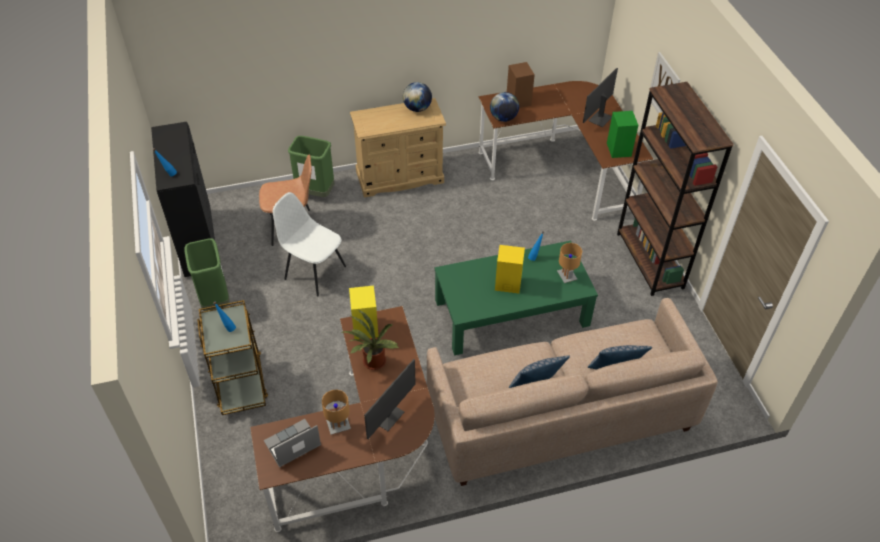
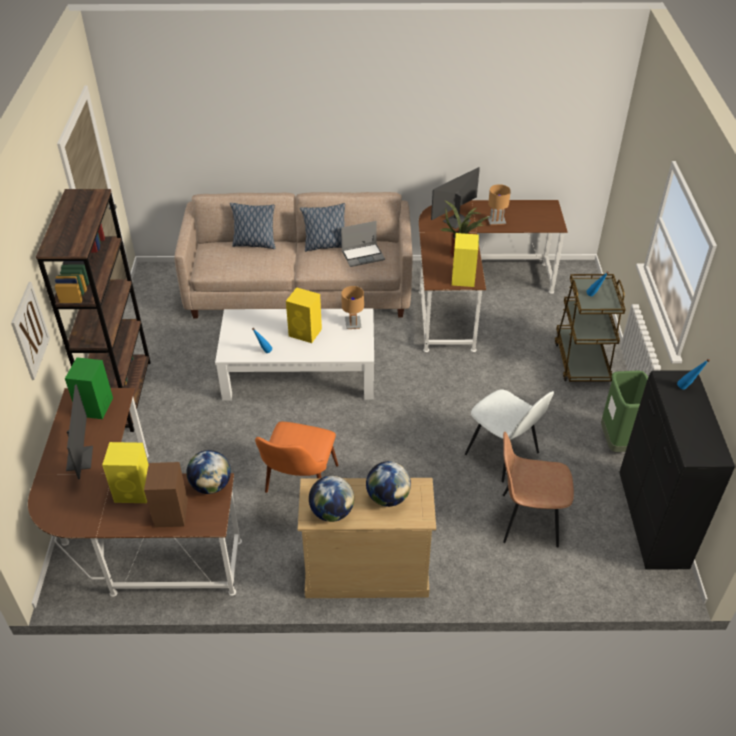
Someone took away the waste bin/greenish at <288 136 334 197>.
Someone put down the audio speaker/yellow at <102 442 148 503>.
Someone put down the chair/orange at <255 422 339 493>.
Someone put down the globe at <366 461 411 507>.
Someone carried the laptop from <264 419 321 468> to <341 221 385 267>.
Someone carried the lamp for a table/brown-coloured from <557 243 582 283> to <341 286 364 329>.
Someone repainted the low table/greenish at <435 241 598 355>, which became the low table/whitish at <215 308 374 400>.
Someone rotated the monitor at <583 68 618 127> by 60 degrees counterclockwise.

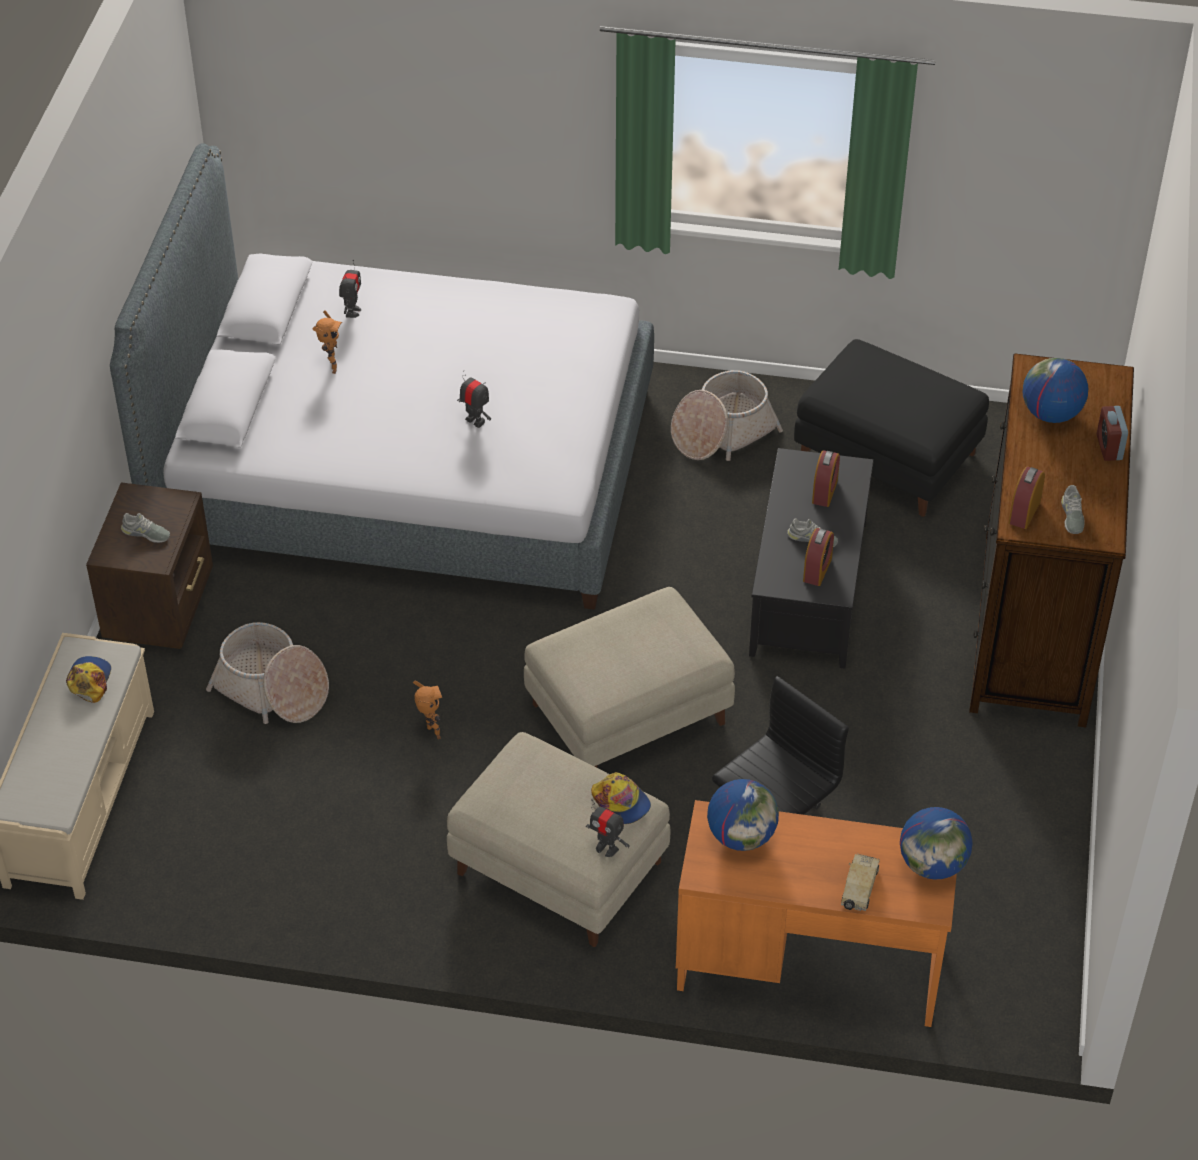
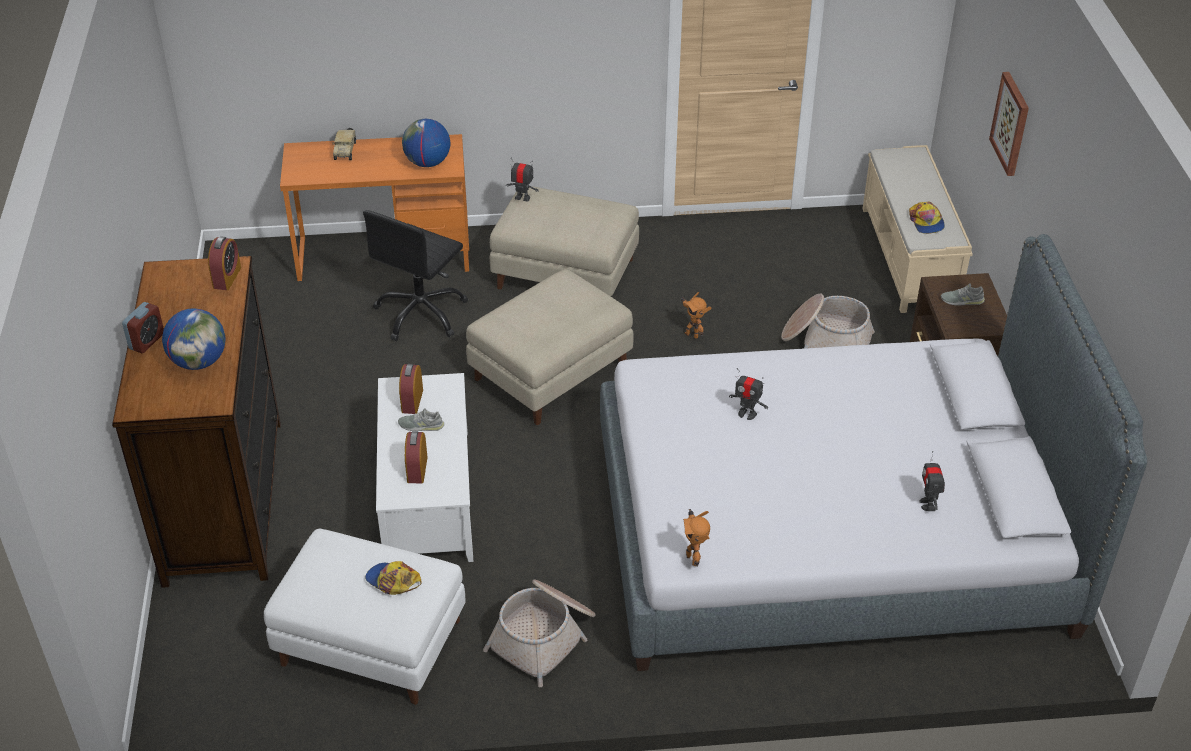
Someone took away the globe at <900 807 973 880>.
Someone took away the low shoe/greyish at <1061 485 1085 534>.
Someone put up the wall art at <989 72 1029 176>.
Someone carried the model robot from <313 310 342 374> to <683 509 710 566>.
Someone carried the baseball cap from <591 772 651 824> to <365 561 422 595>.
Someone repainted the low table/blackish at <749 448 874 669>, which became the low table/whitish at <376 373 473 562>.
Someone repainted the footrest/blackish at <794 339 989 517>, which became the footrest/whitish at <264 529 465 705>.
Someone rotated the alarm clock at <1097 406 1128 461> by 45 degrees clockwise.

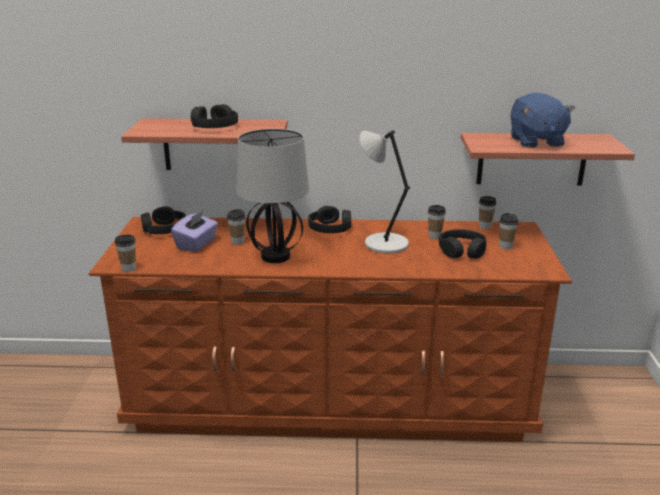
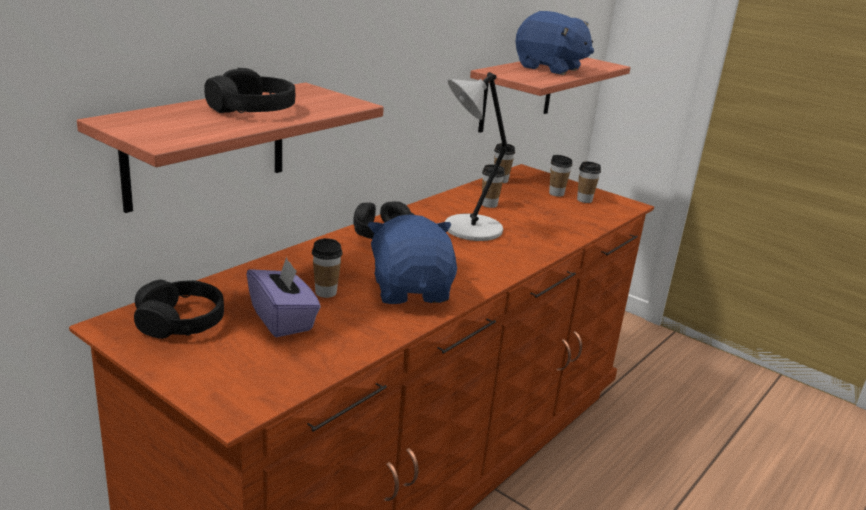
Someone took away the headphones/blackish at <439 229 486 259>.
Someone carried the drinking cup from <115 234 136 272> to <577 162 601 203>.
Someone swapped the lamp for a table at <237 129 309 263> for the plush toy/blue-coloured at <368 214 457 304>.

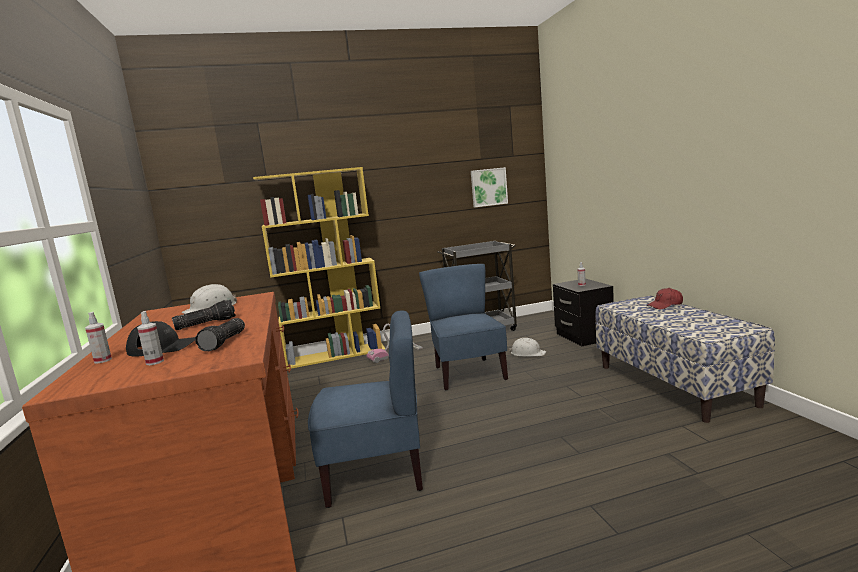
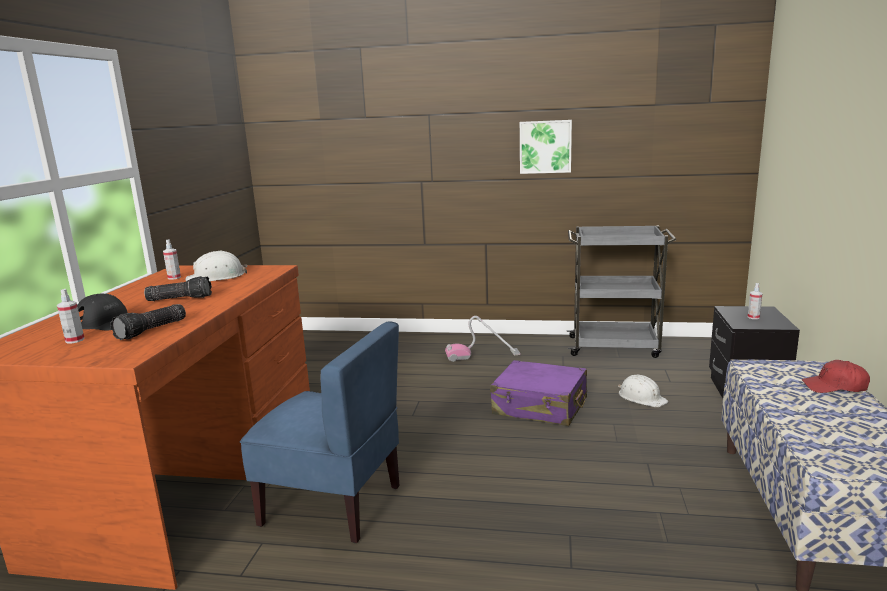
Someone took away the bookcase/yellow at <253 167 385 369>.
Someone carried the spray bottle from <85 312 112 363> to <163 239 181 280>.
Someone carried the wall art from <471 167 508 207> to <520 120 572 174>.
Someone swapped the chair/blue-coloured at <419 264 508 390> for the travel case/purplish at <490 360 587 426>.

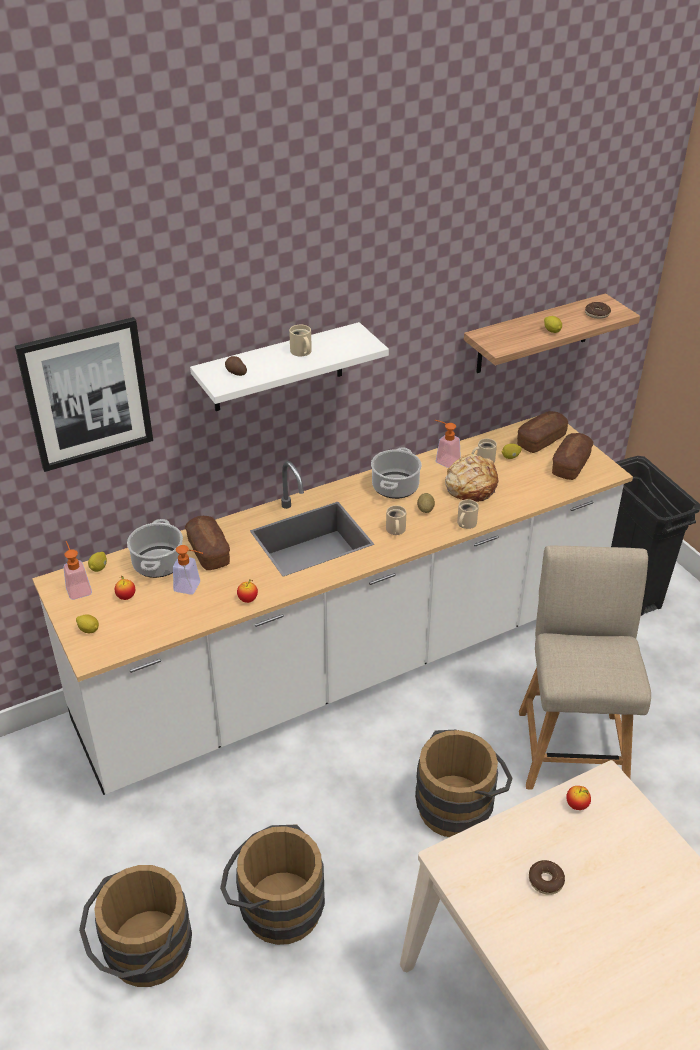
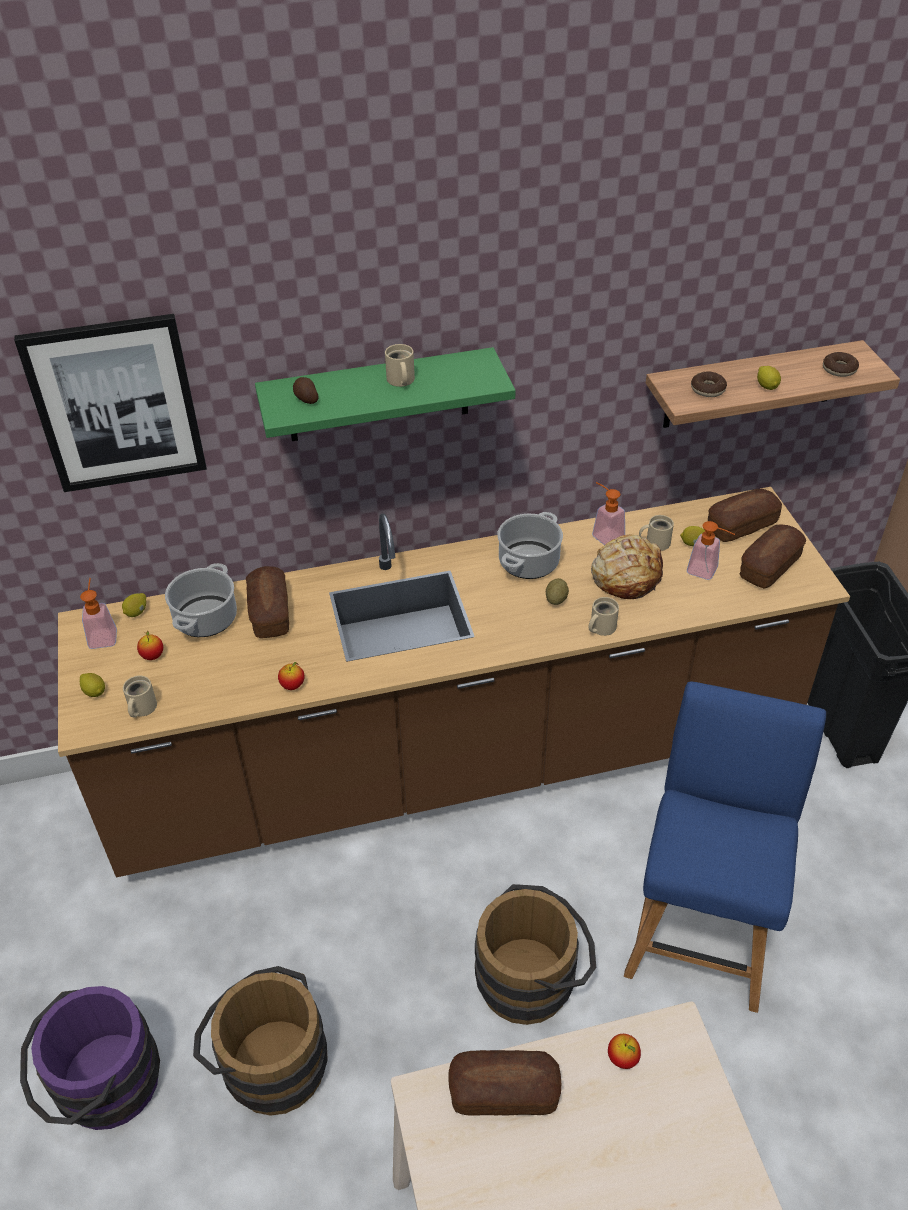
Someone put down the baked bread at <448 1050 561 1116>.
Someone carried the soap dispenser from <173 545 203 595> to <687 521 735 580>.
Someone carried the mug/beige-coloured from <386 505 406 535> to <123 676 157 717>.
Someone carried the donut from <529 860 565 895> to <691 372 727 397>.
Someone repainted the counter/whitish at <32 416 633 795>, which became the counter/brown-coloured at <58 487 850 877>.
Someone repainted the water bucket/brown-coloured at <79 865 192 987>, which became the water bucket/purplish at <20 986 160 1130>.
Someone repainted the bracket shelf/whitish at <190 322 389 411>, which became the bracket shelf/greenish at <255 347 516 441>.
Someone repainted the chair/beige-coloured at <519 546 651 790>, which became the chair/blue-coloured at <624 682 826 1013>.

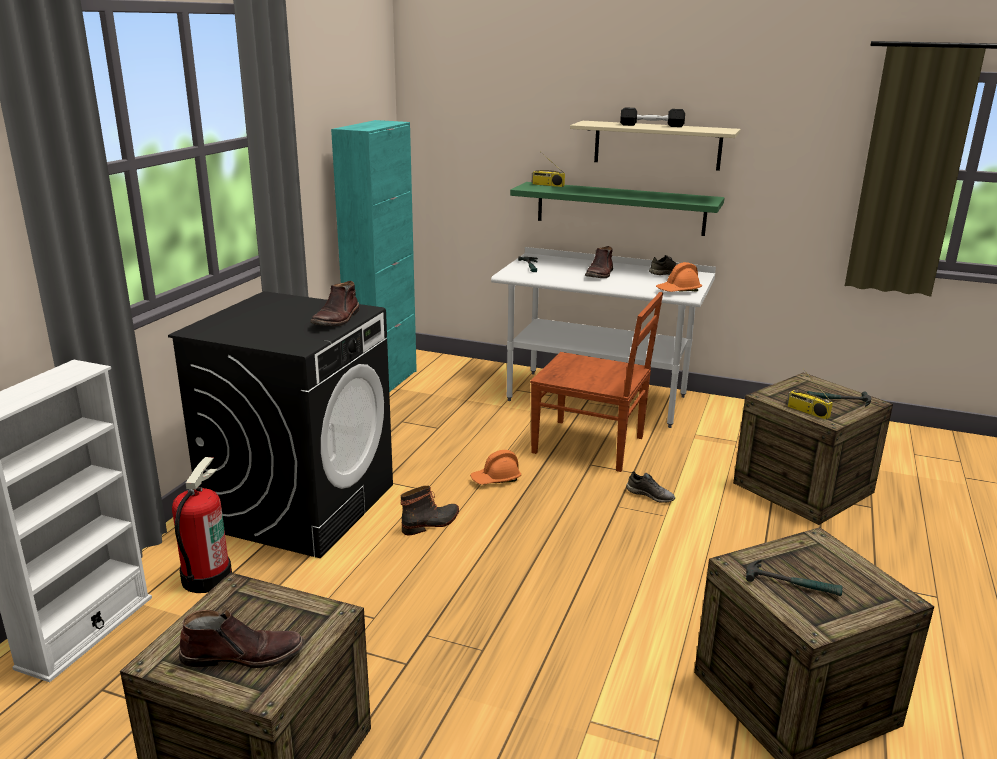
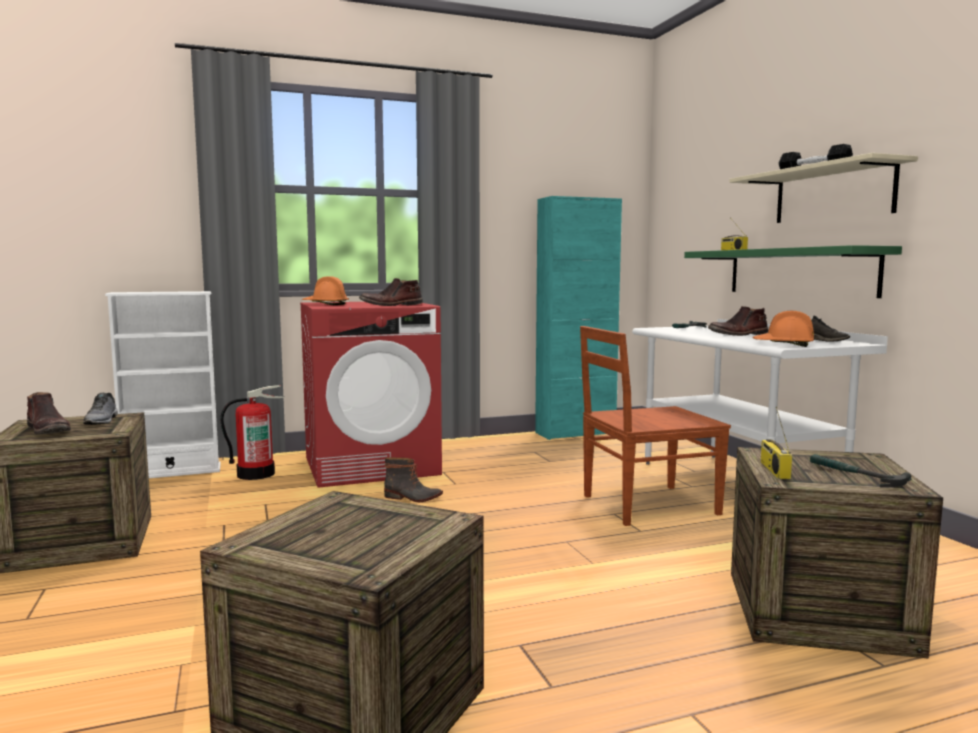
Someone took away the tool hammer at <746 559 842 596>.
Someone carried the hard hat/orange from <470 450 521 485> to <302 276 349 305>.
Someone carried the low shoe/greyish from <626 471 675 503> to <83 393 118 425>.
Someone repainted the laundry machine/blackish at <168 291 393 558>, which became the laundry machine/reddish at <300 302 442 488>.
Someone rotated the chair/brown-coloured at <530 292 663 472> by 90 degrees clockwise.

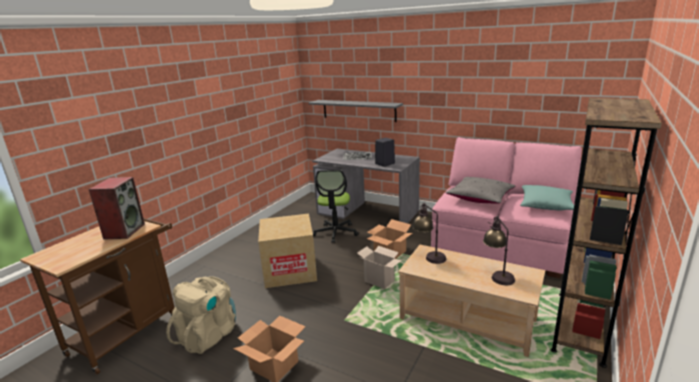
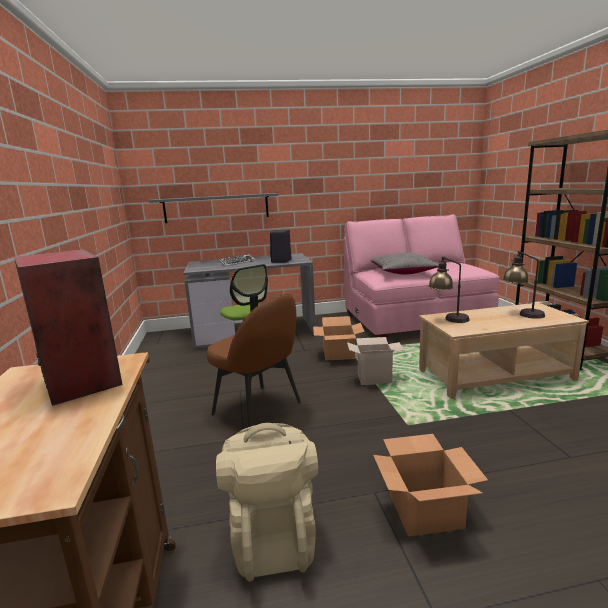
Someone took away the pillow/turquoise-coloured at <520 185 574 211>.
Someone swapped the carton at <258 214 317 288> for the chair/brown-coloured at <207 294 301 427>.

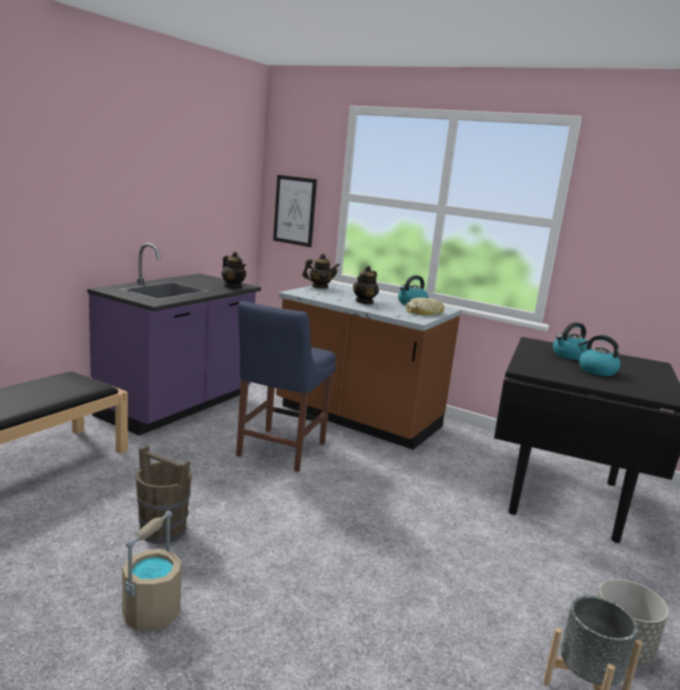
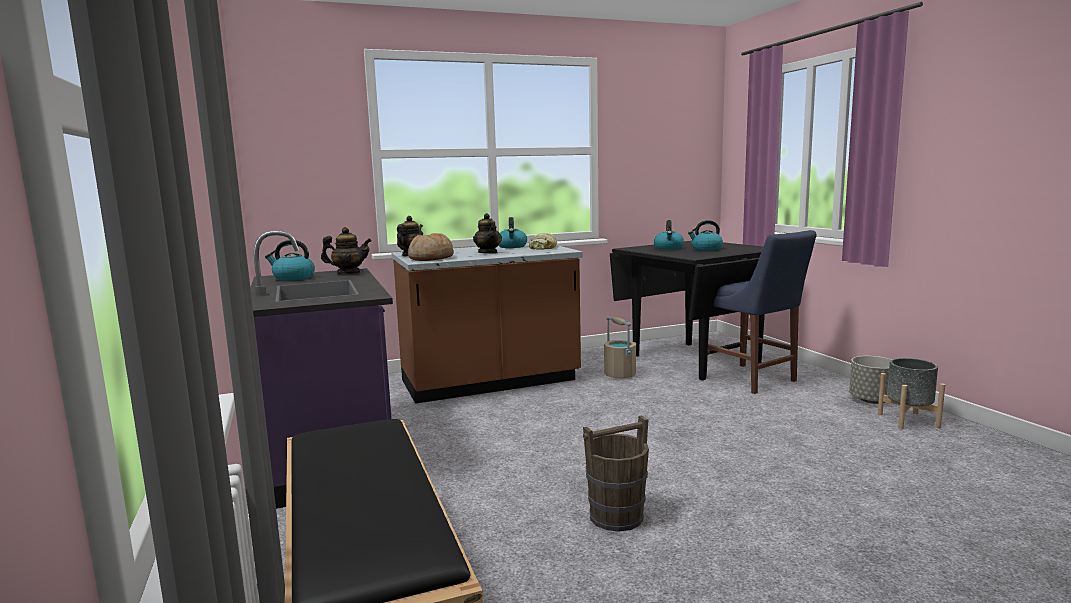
Someone took away the wall art at <273 175 317 247>.
Someone put down the water kettle at <265 240 315 281>.
Someone put down the baked bread at <408 233 454 261>.
Someone carried the water bucket/beige-coloured from <122 511 182 631> to <604 316 636 378>.
Someone carried the chair/blue-coloured from <236 301 336 472> to <706 230 816 394>.

